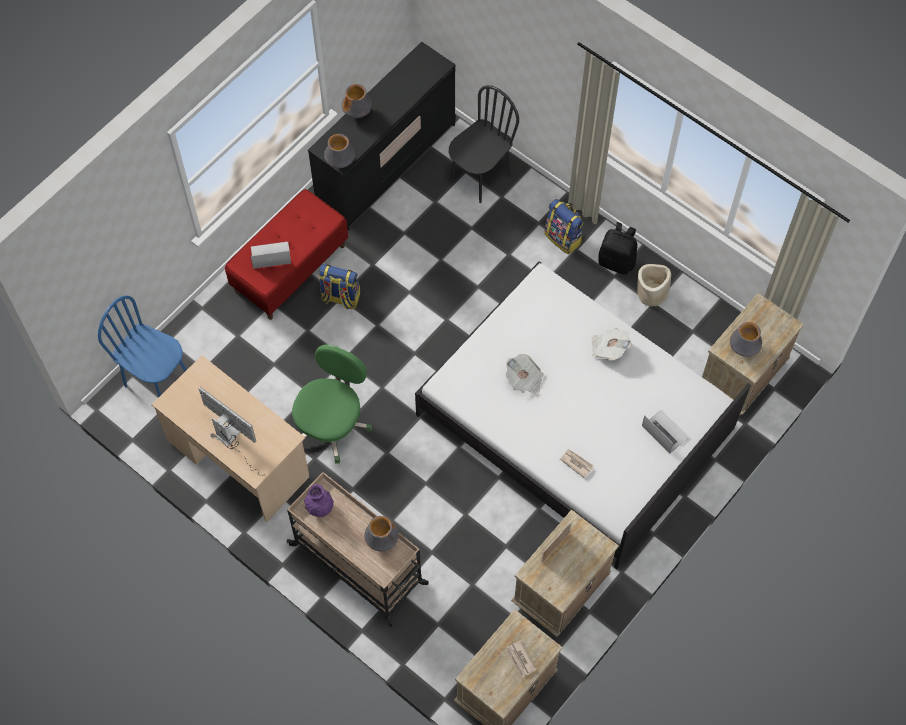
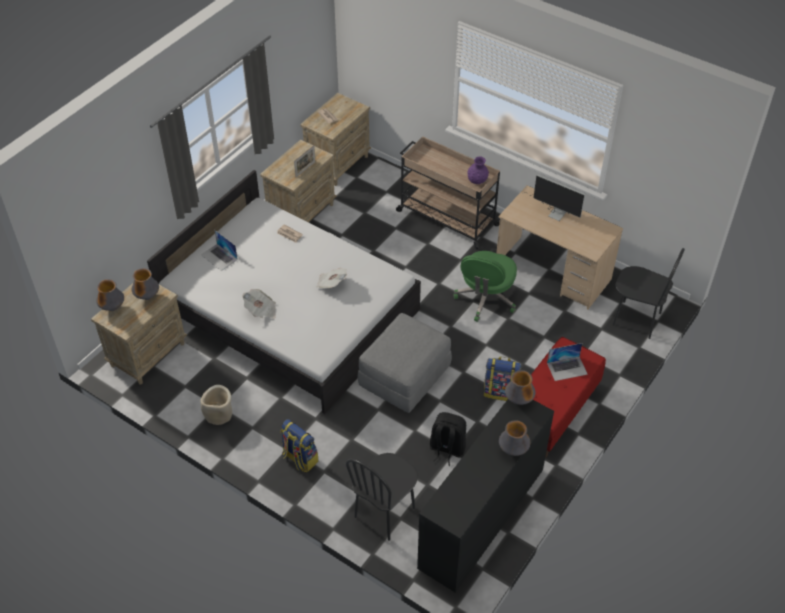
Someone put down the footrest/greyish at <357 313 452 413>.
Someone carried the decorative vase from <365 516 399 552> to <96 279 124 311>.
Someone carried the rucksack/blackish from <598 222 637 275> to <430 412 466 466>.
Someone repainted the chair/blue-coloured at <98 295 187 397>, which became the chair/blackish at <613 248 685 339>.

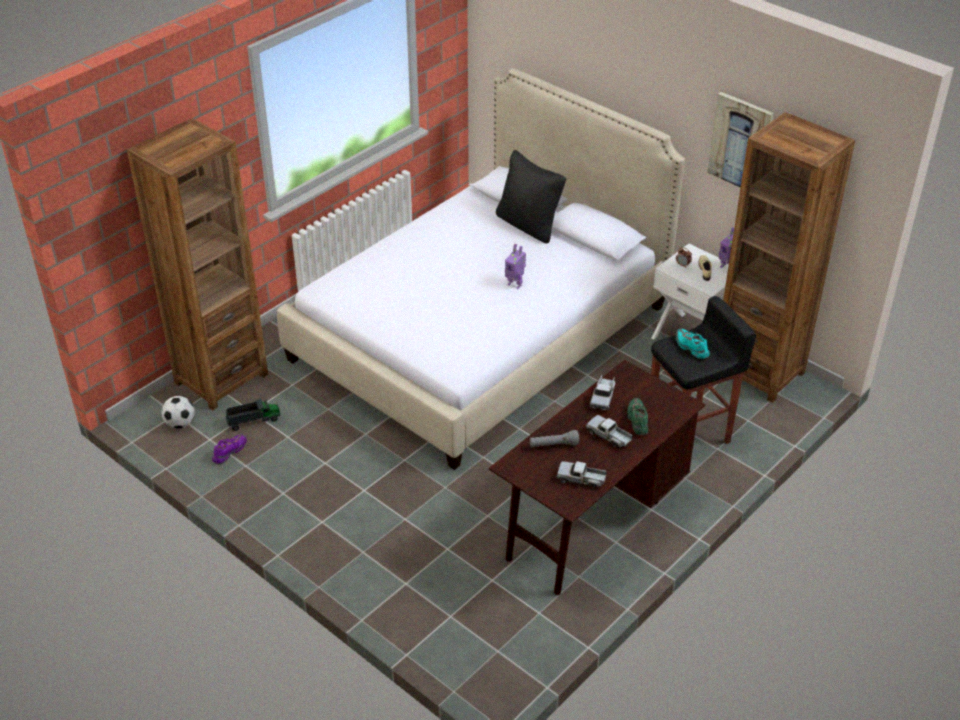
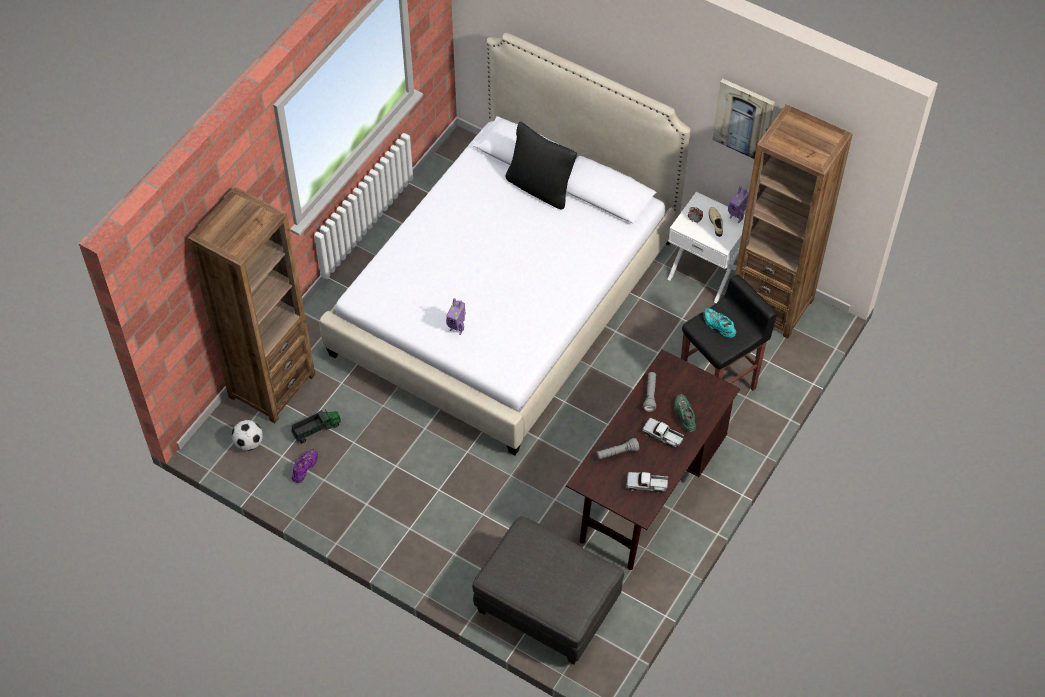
Someone put down the footrest/greyish at <472 516 624 664>.
Someone carried the model robot from <505 244 526 289> to <446 298 466 335>.
Someone swapped the toy lorry at <590 375 615 410> for the hand torch/greyish at <643 372 656 412>.

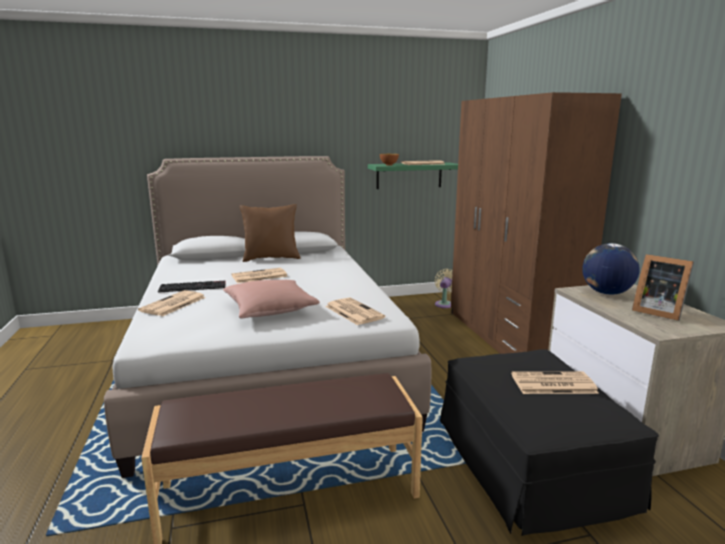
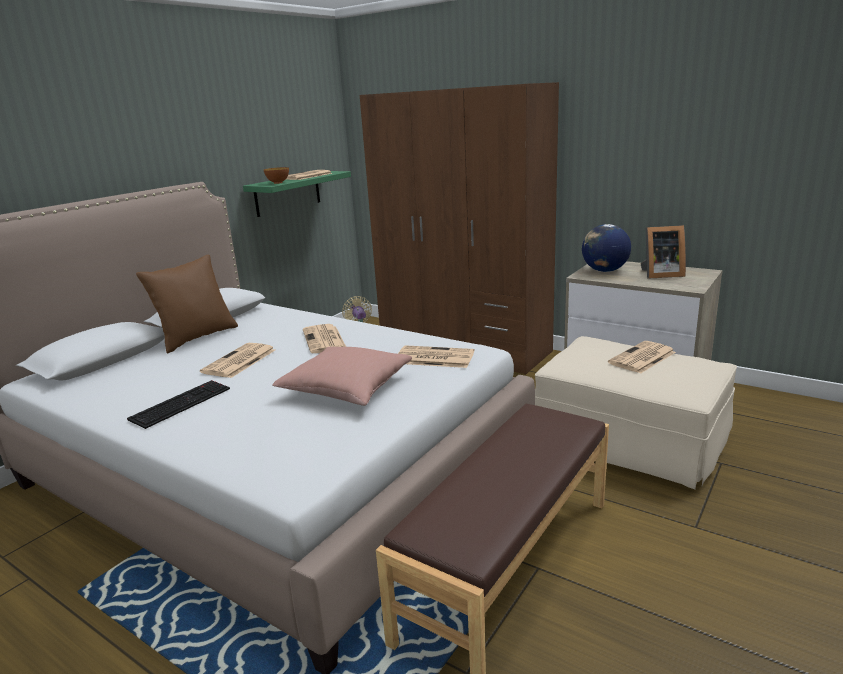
Someone carried the daily paper from <138 290 206 316> to <303 324 346 353>.
Someone repainted the footrest/blackish at <440 349 659 536>, which became the footrest/beige-coloured at <535 336 737 489>.

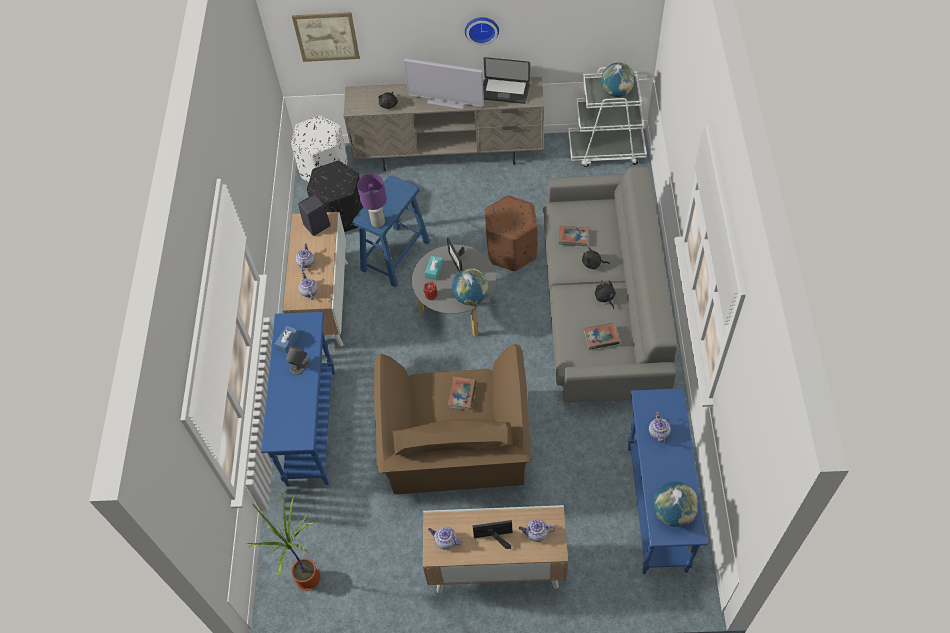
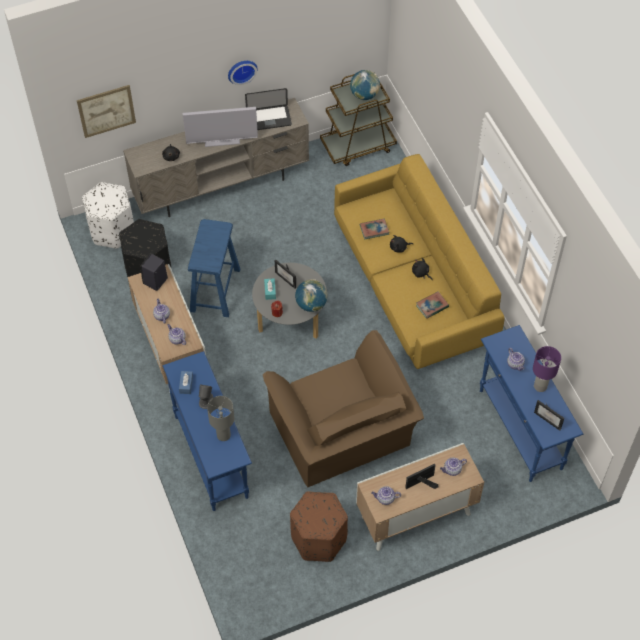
Someone took away the potted plant at <247 492 321 591>.
Someone took away the volume at <447 377 477 410>.
Someone put down the lamp for a table/greyish at <207 396 234 441>.
Someone carried the lamp for a table/purplish from <357 174 387 227> to <533 346 561 392>.
Someone carried the footrest/brown-coloured from <485 195 538 271> to <290 491 348 562>.
Someone swapped the globe at <653 481 699 527> for the standing frame at <534 400 564 431>.
Someone repainted the settee/greyish at <543 166 677 403>, which became the settee/yellow at <334 154 505 369>.
Someone repainted the wheeled cart/whitish at <568 67 647 167>, which became the wheeled cart/brown-coloured at <320 74 397 166>.

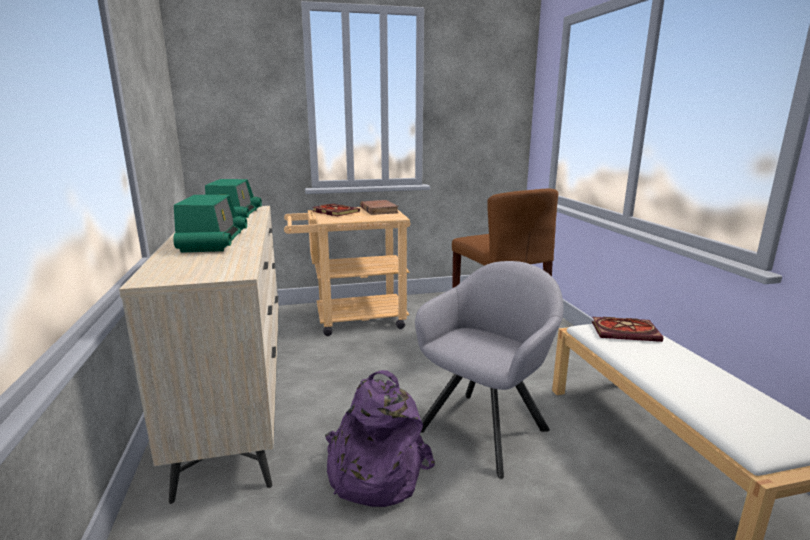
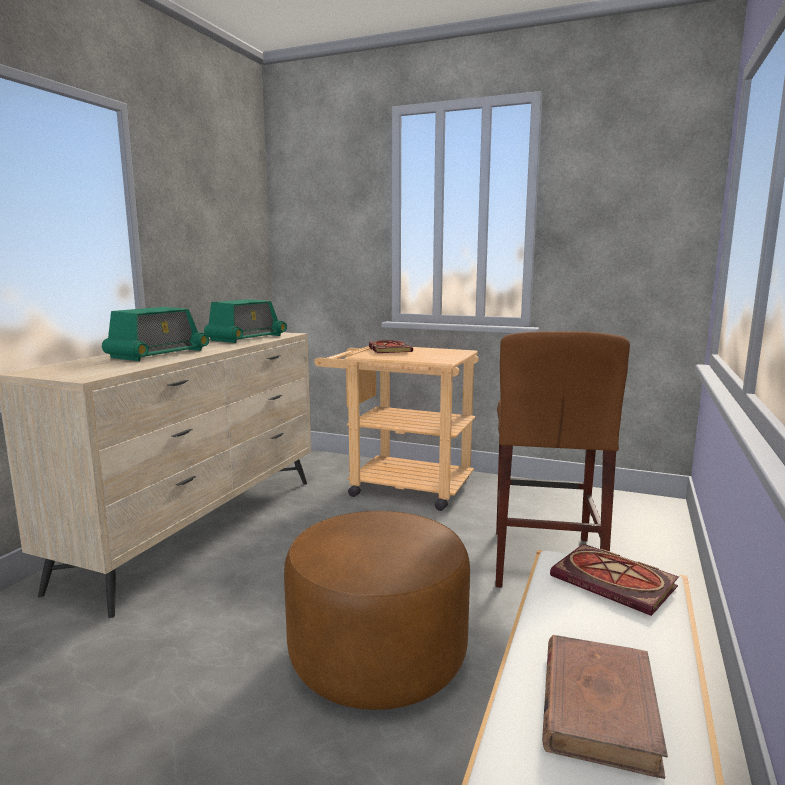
Someone took away the rucksack/purplish at <325 370 435 507>.
Someone carried the volume/brown-coloured from <360 200 399 215> to <542 635 668 779>.
Someone swapped the easy chair/greyish at <415 261 564 479> for the footrest/brown-coloured at <284 511 470 710>.

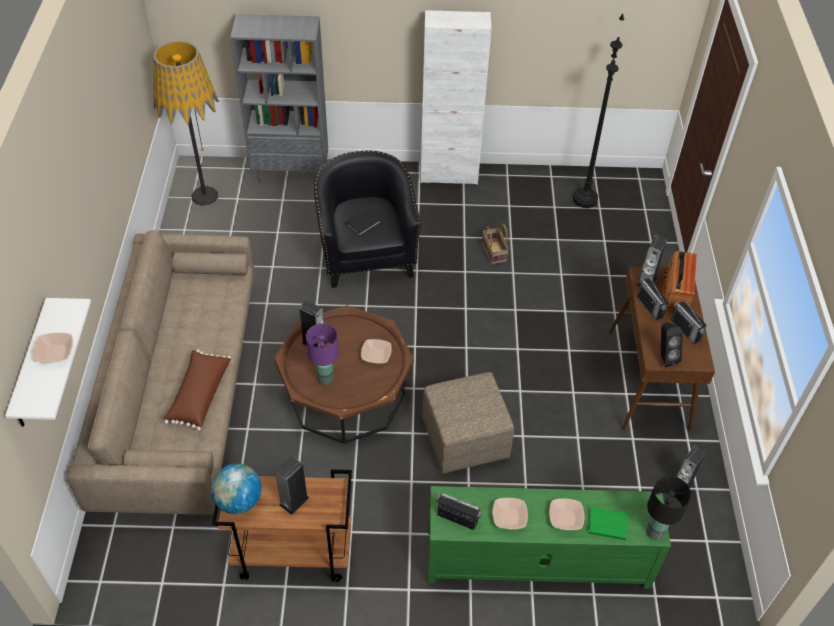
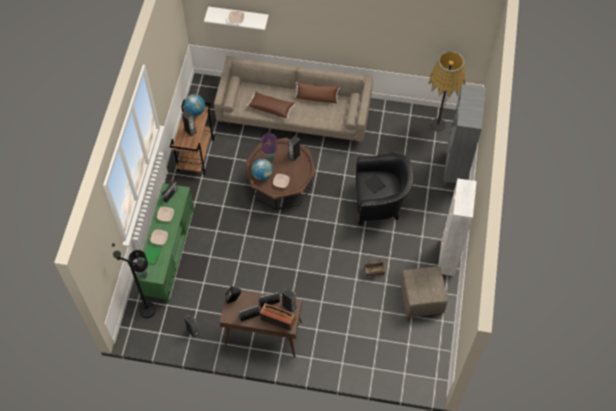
Someone put down the globe at <251 159 273 181>.
Someone put down the pillow/brown-coloured at <295 82 340 103>.
Someone carried the footrest/beige-coloured from <423 372 514 474> to <400 266 448 317>.
Someone carried the standing lamp/blackish from <573 14 624 208> to <112 243 156 318>.

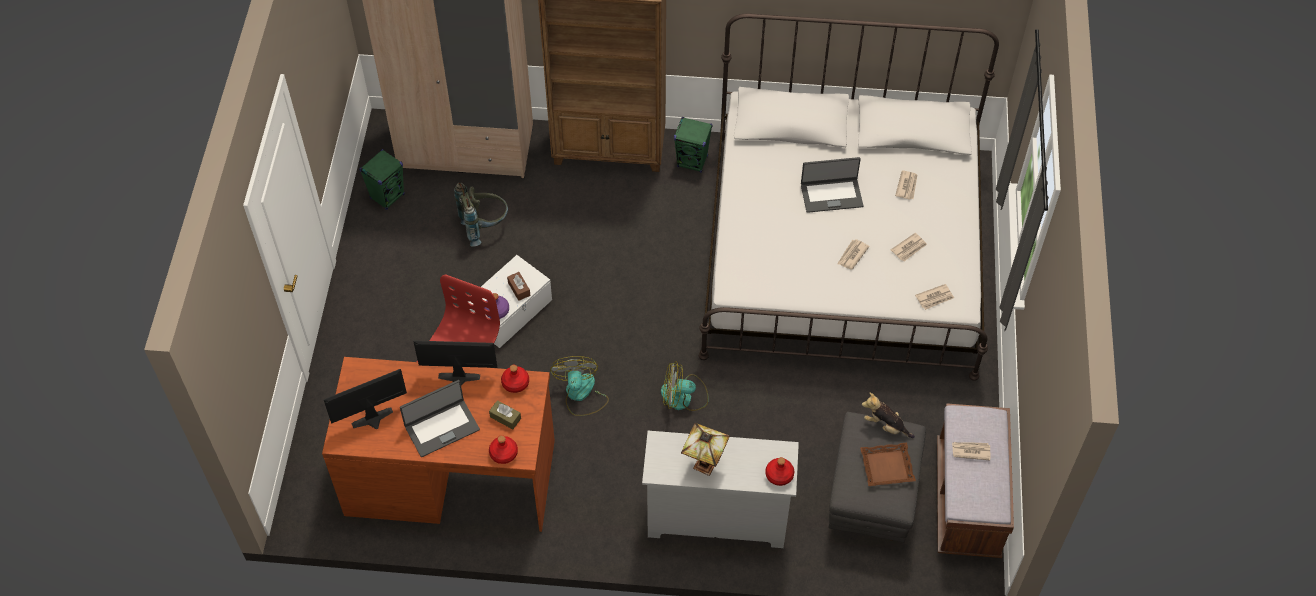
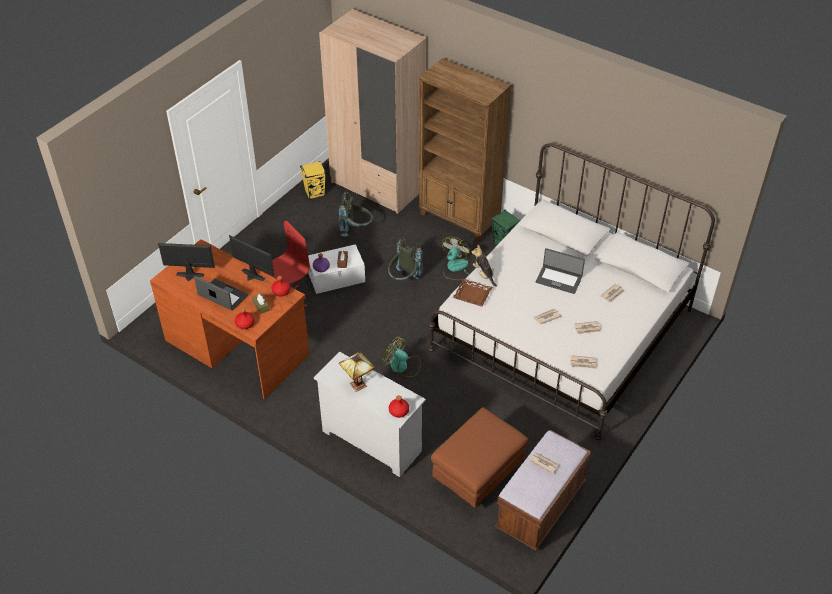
Someone put down the rucksack/greyish at <388 238 423 280>.
Someone carried the cooling fan from <550 356 609 416> to <442 237 470 280>.
Someone carried the carrying tray/brown-coloured from <860 442 916 486> to <453 278 492 306>.
Someone carried the plush toy from <862 393 915 438> to <472 245 497 287>.
Someone repainted the audio speaker/greenish at <359 149 405 210>, which became the audio speaker/yellow at <300 161 326 200>.
Someone repainted the footrest/greyish at <828 412 926 543>, which became the footrest/brown-coloured at <431 407 529 508>.
Someone rotated the laptop at <400 380 480 457> by 150 degrees counterclockwise.

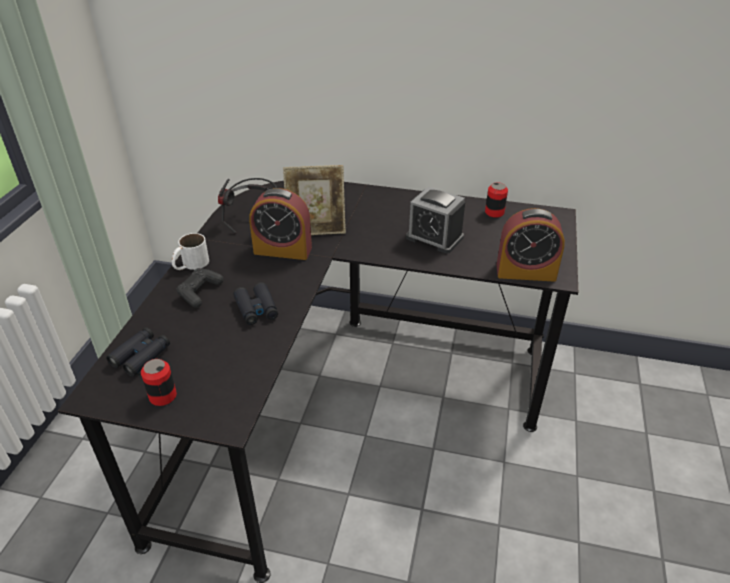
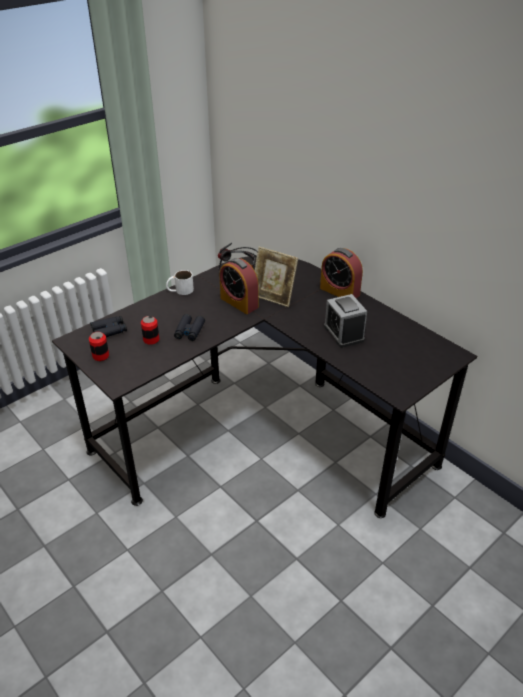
Someone took away the joypad/blackish at <177 268 224 308>.
Someone carried the can from <485 183 508 218> to <141 316 159 345>.
Someone carried the alarm clock from <497 208 565 282> to <320 248 363 299>.

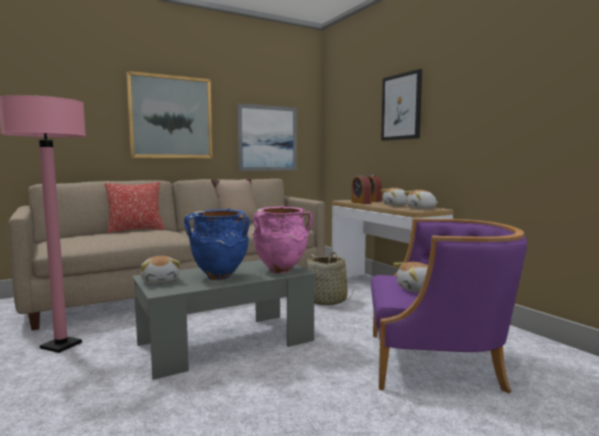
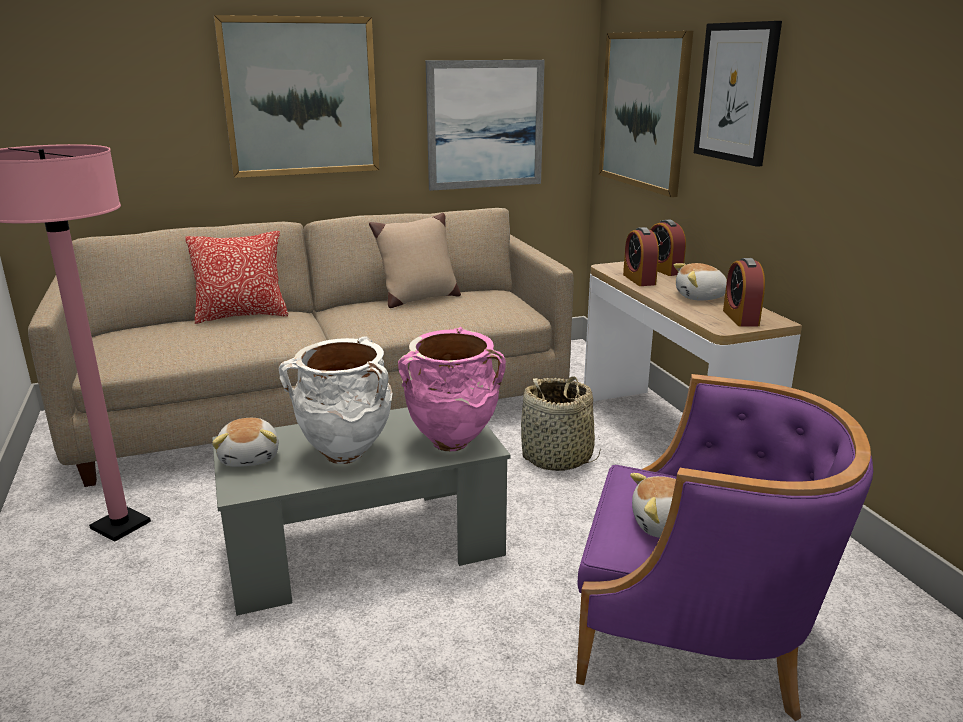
Someone put up the wall art at <599 31 693 197>.
Someone swapped the plush toy at <404 190 438 209> for the alarm clock at <723 258 765 327>.
Someone repainted the decorative vase/blue-coloured at <184 208 250 280>, which became the decorative vase/whitish at <279 336 393 464>.

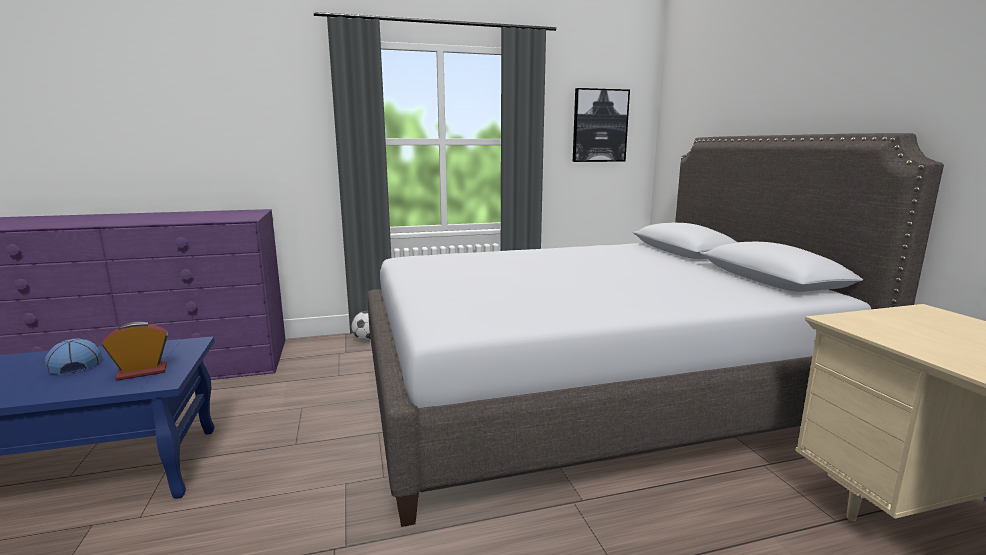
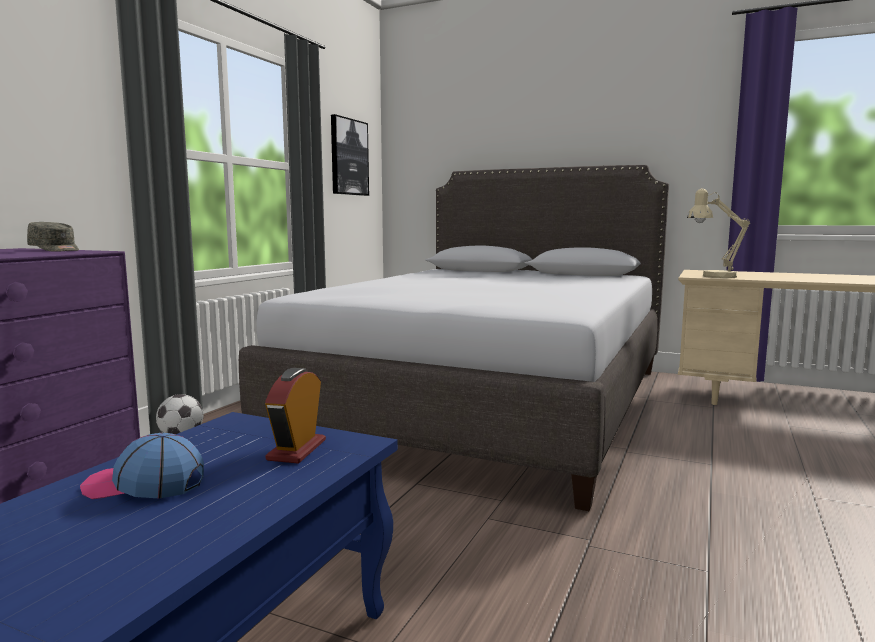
Someone put down the baseball cap/greyish at <27 222 79 252>.
Someone put down the lamp for a table/beige-coloured at <687 189 750 278>.

